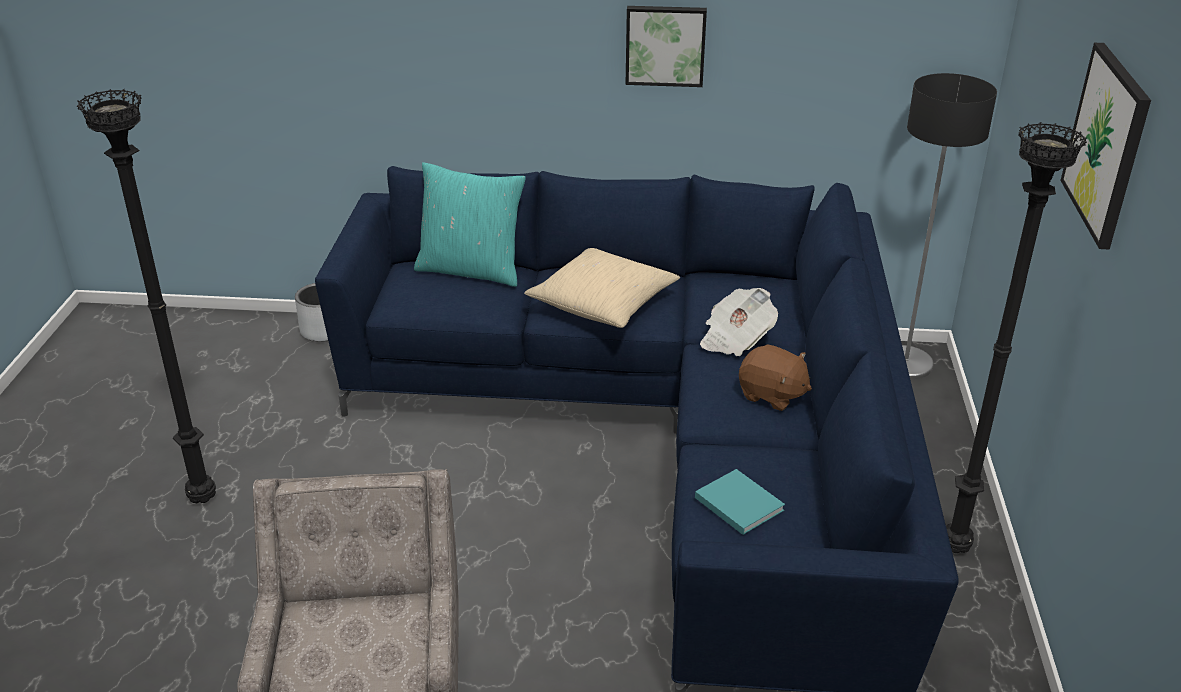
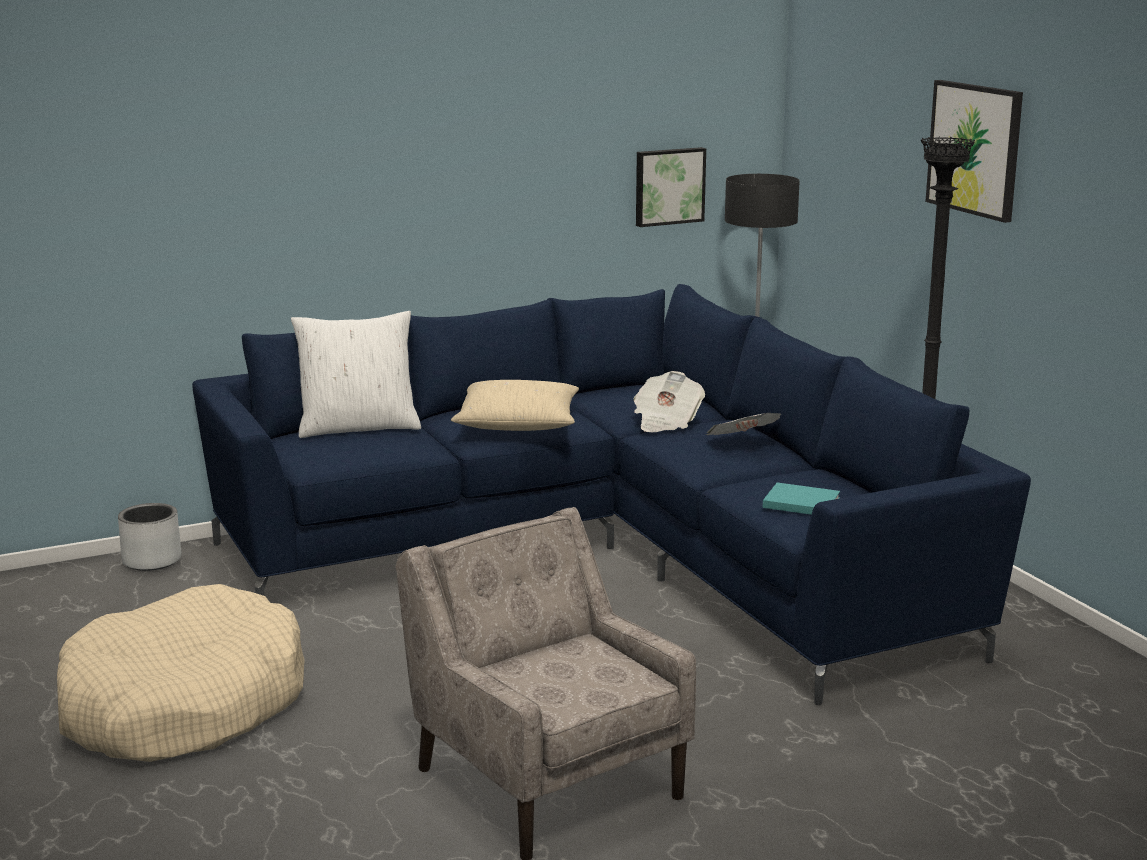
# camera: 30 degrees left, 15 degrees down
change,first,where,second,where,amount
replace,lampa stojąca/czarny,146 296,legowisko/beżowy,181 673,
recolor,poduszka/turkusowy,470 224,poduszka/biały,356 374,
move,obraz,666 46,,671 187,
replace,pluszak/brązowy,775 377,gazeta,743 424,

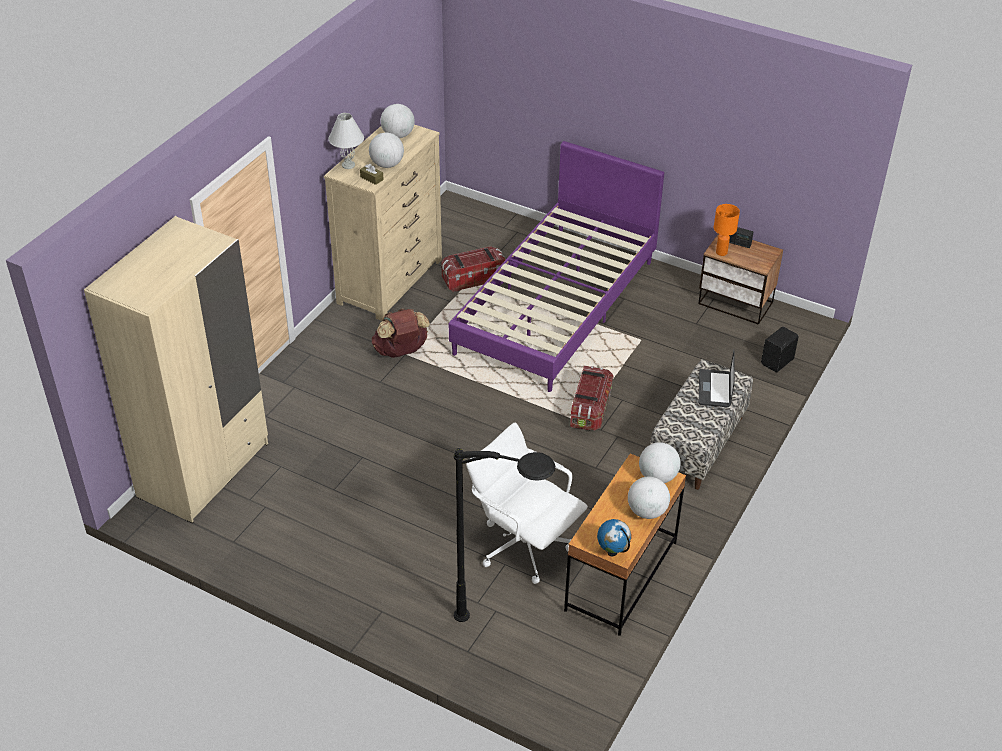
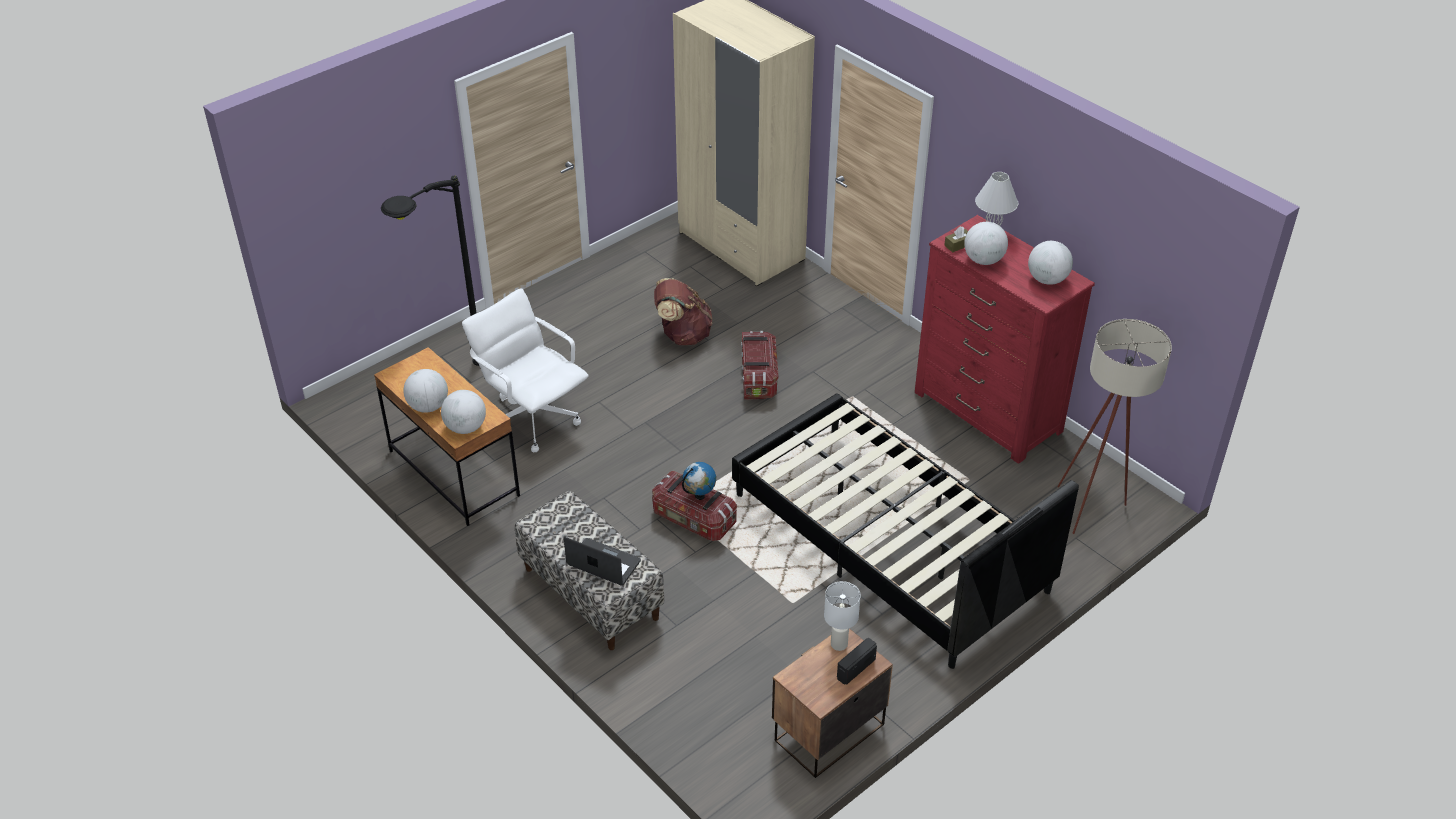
# camera: 110 degrees right, 0 degrees up
change,first,where,second,where,amount
recolor,komoda/beżowy,383 223,komoda/czerwony,1005 339,
move,plecak/brązowy,401 333,,683 311,
move,pojemnik do przechowywania,473 269,,759 365,
recolor,łóżko/fioletowy,556 266,łóżko/czarny,905 531,
rotate,krzesło biurowe/biały,527 503,,525 370,105 degrees counterclockwise
move,globus,614 537,,699 481,
recolor,lampa stołowa/pomarańczowy,727 230,lampa stołowa/biały,842 616,
delete,głośnik/czarny,780 349,,,
insert,,,lampa stojąca/beżowy,1114 426,

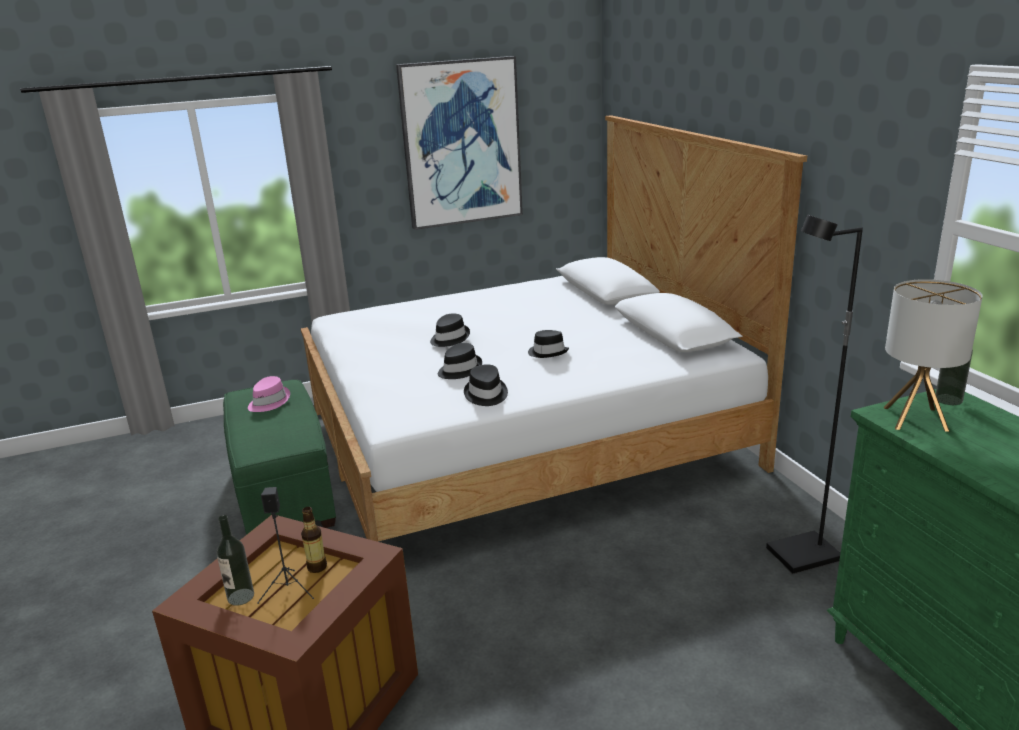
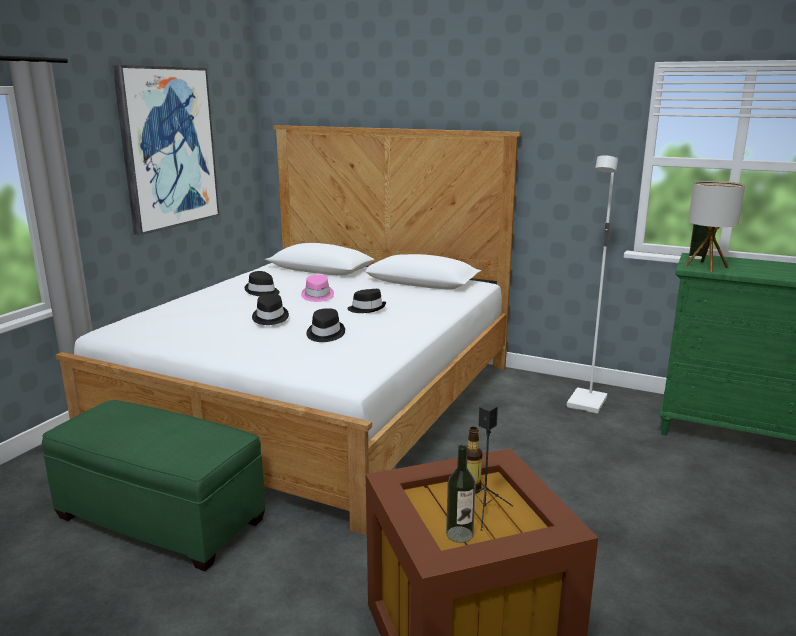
# camera: 45 degrees left, 5 degrees down
change,first,where,second,where,amount
move,kapelusz/różowy,269 394,,317 288,
move,kapelusz/czarny,486 385,,262 283,
recolor,lampa stojąca/czarny,814 394,lampa stojąca/biały,592 284,

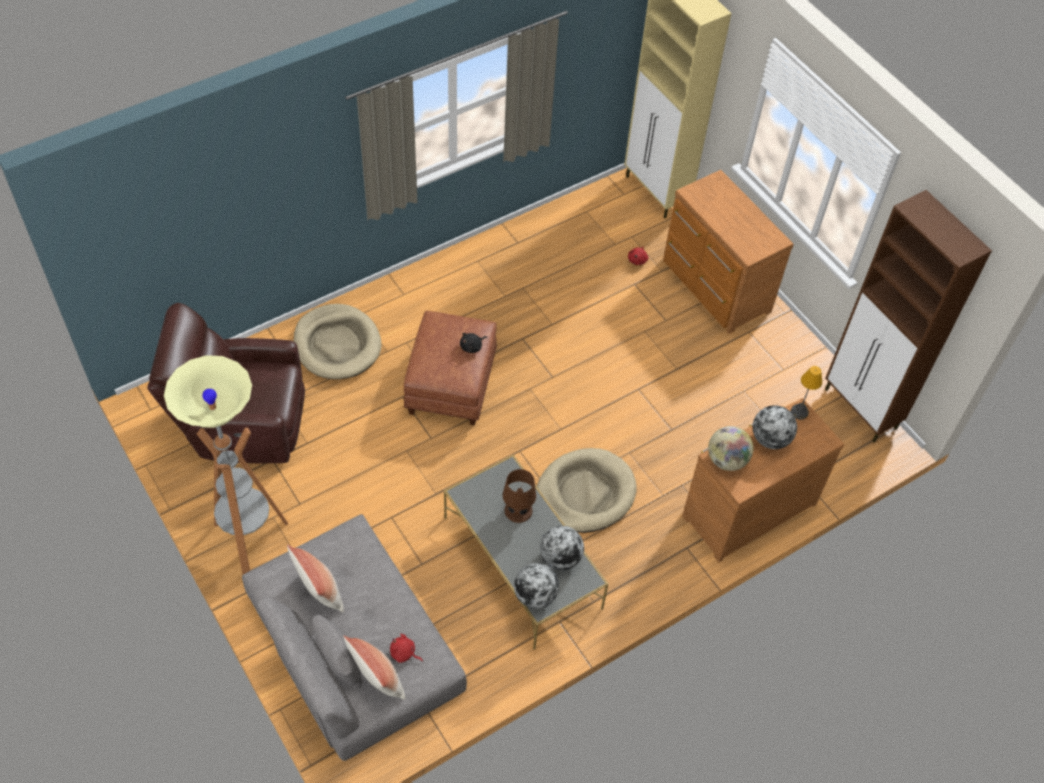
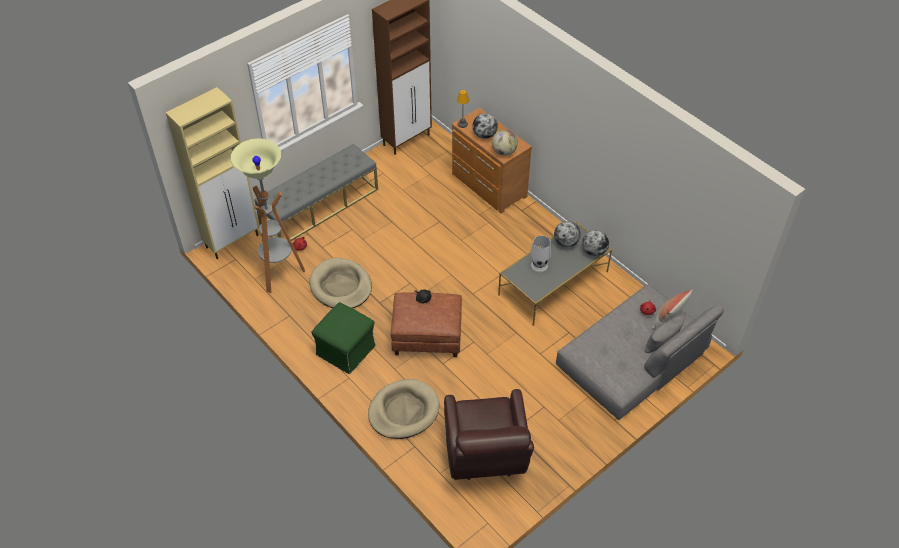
# camera: 95 degrees left, 5 degrees down
change,first,where,second,where,amount
move,lampa stojąca,226 465,,267 215,
delete,poduszka,315 578,,,
recolor,lampa stołowa/brązowy,519 496,lampa stołowa/biały,540 254,
move,legowisko/beżowy,586 490,,340 283,
replace,komoda/brązowy,728 252,ławka/szary,316 192,
insert,,,pufa/zielony,343 338,

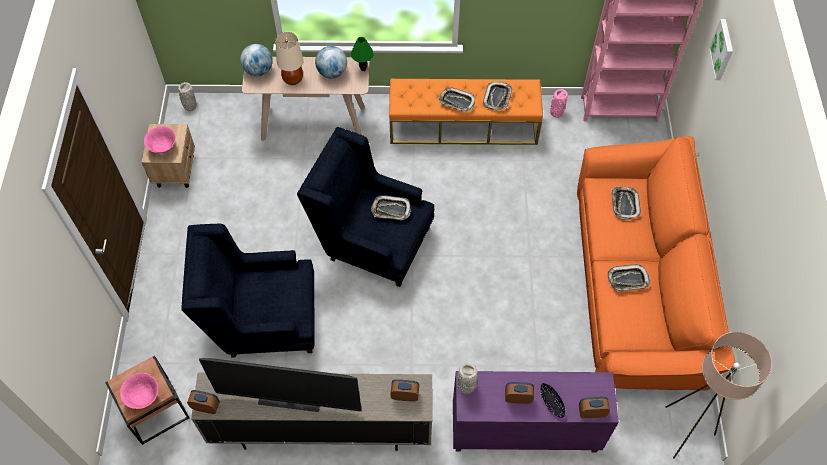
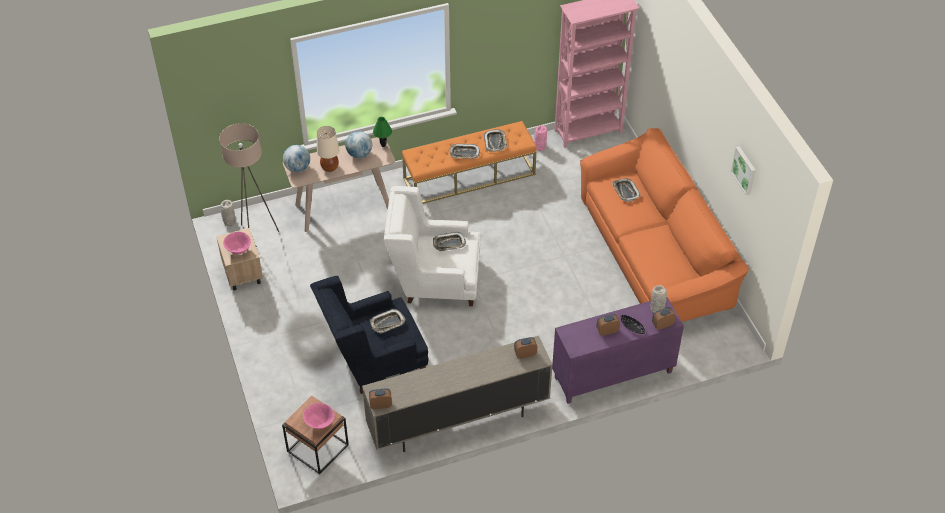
# camera: 20 degrees left, 10 degrees down
change,first,where,second,where,amount
delete,telewizor,280 385,,,
recolor,fotel/niebieski,365 207,fotel/biały,432 246,
move,wazon/szary,468 378,,658 299,
move,taca,629 278,,387 321,
move,lampa stojąca/beżowy,719 395,,249 177,
move,obraz,721 49,,743 171,

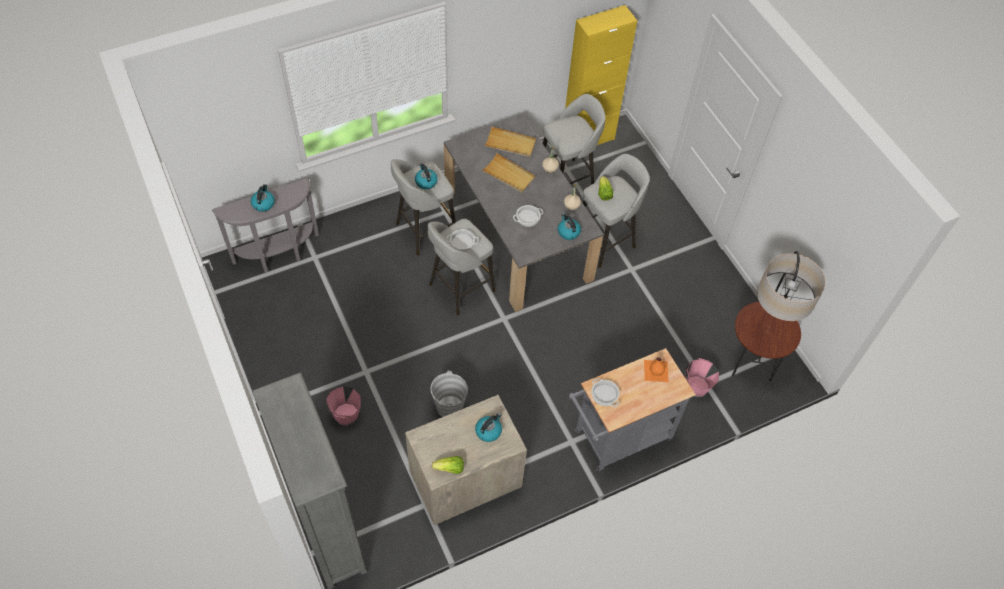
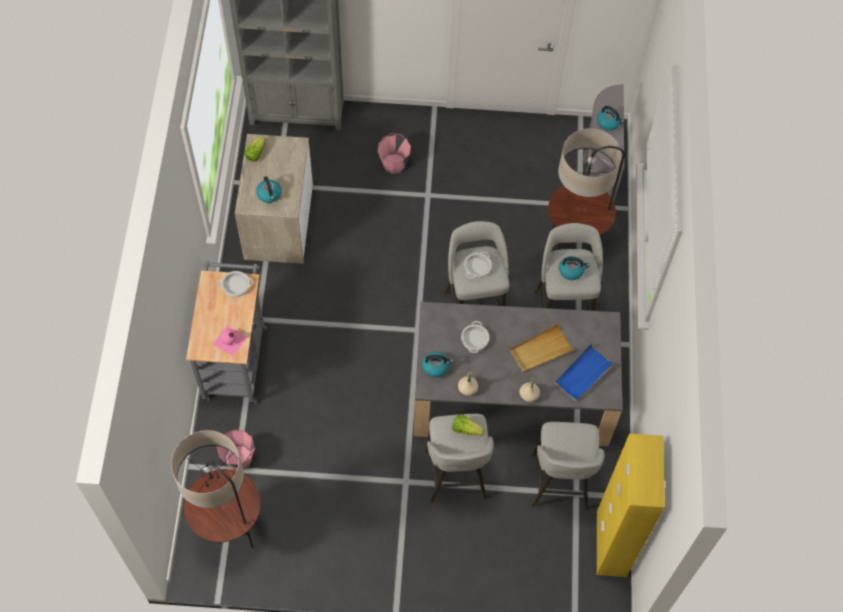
# camera: 120 degrees right, 5 degrees up
change,first,where,second,where,amount
delete,wiadro/szary,449 394,,,
recolor,taca/beżowy,510 141,taca/niebieski,585 372,
recolor,butelka/pomarańczowy,656 370,butelka/różowy,230 341,
insert,,,lampa stojąca,586 189,

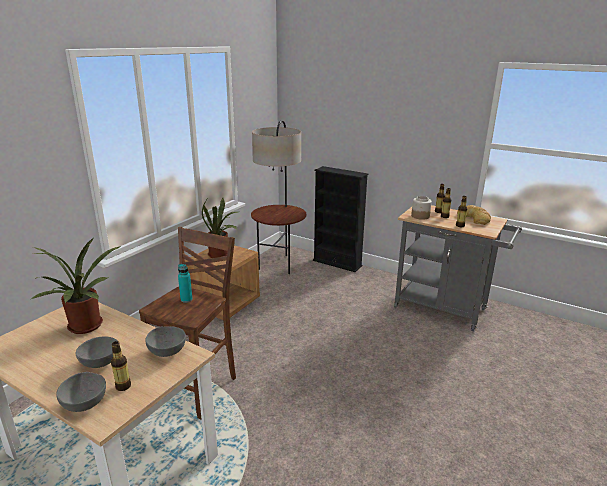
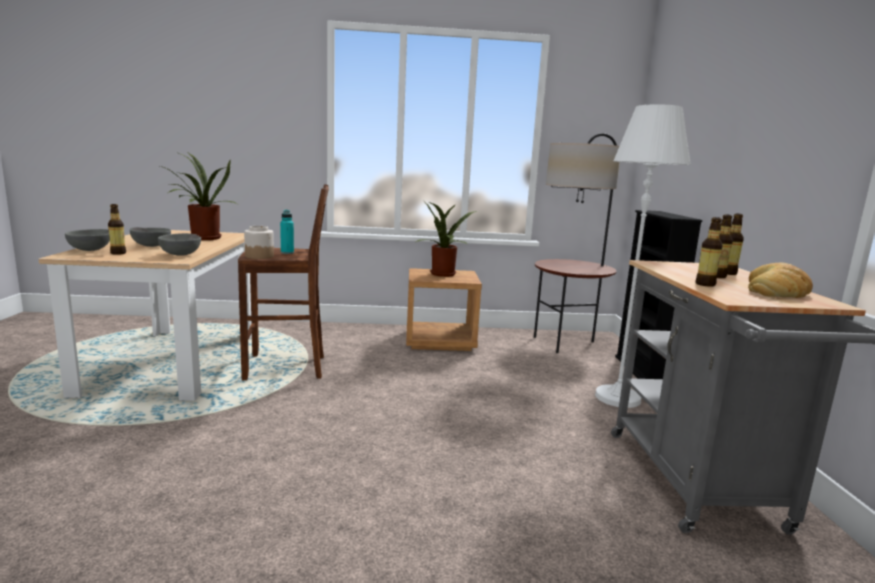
# camera: 55 degrees right, 10 degrees down
change,first,where,second,where,amount
move,słoik,421 208,,259 242,
insert,,,lampa stojąca/biały,643 256,

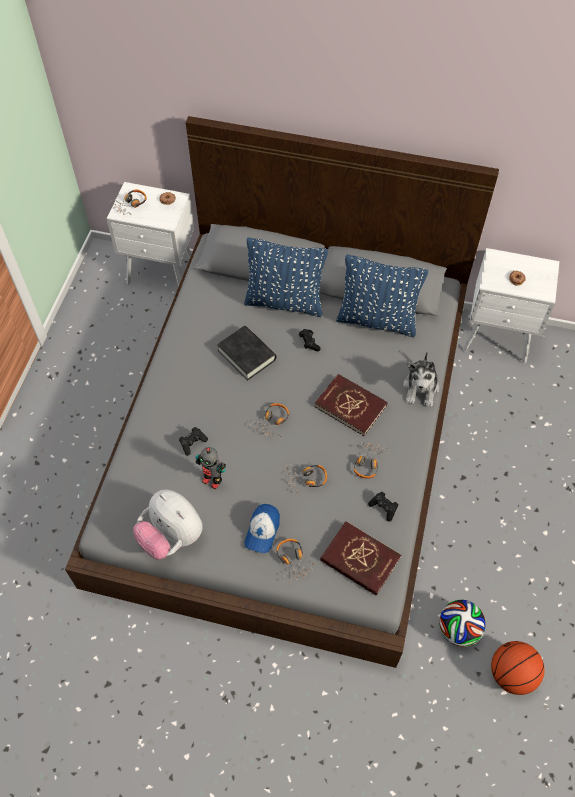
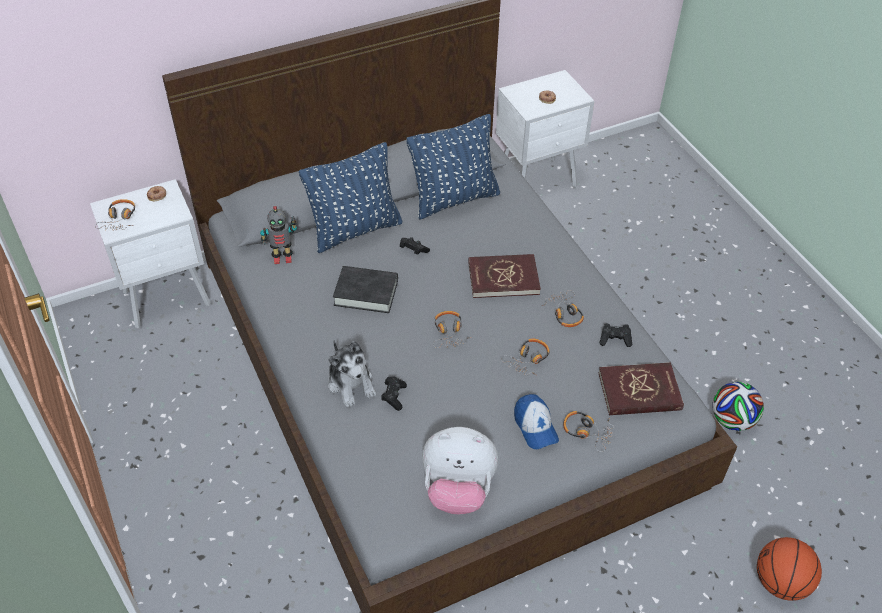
# camera: 40 degrees left, 10 degrees down
change,first,where,second,where,amount
move,robot zabawkowy,211 468,,278 235,
move,pluszak,421 379,,352 374,
move,piłka do koszykówki,517 668,,789 569,

